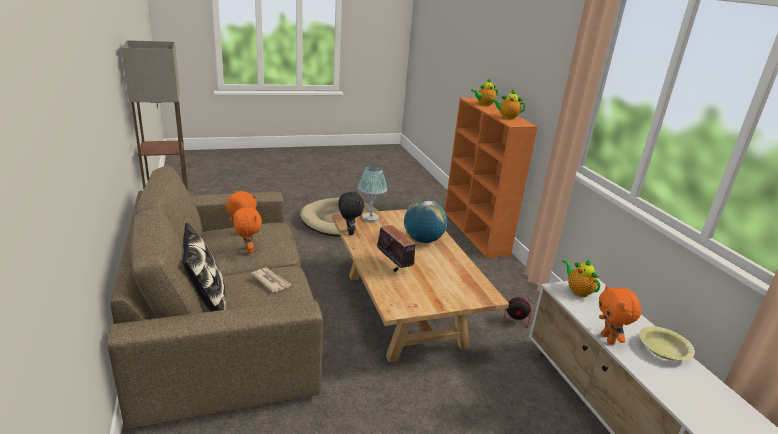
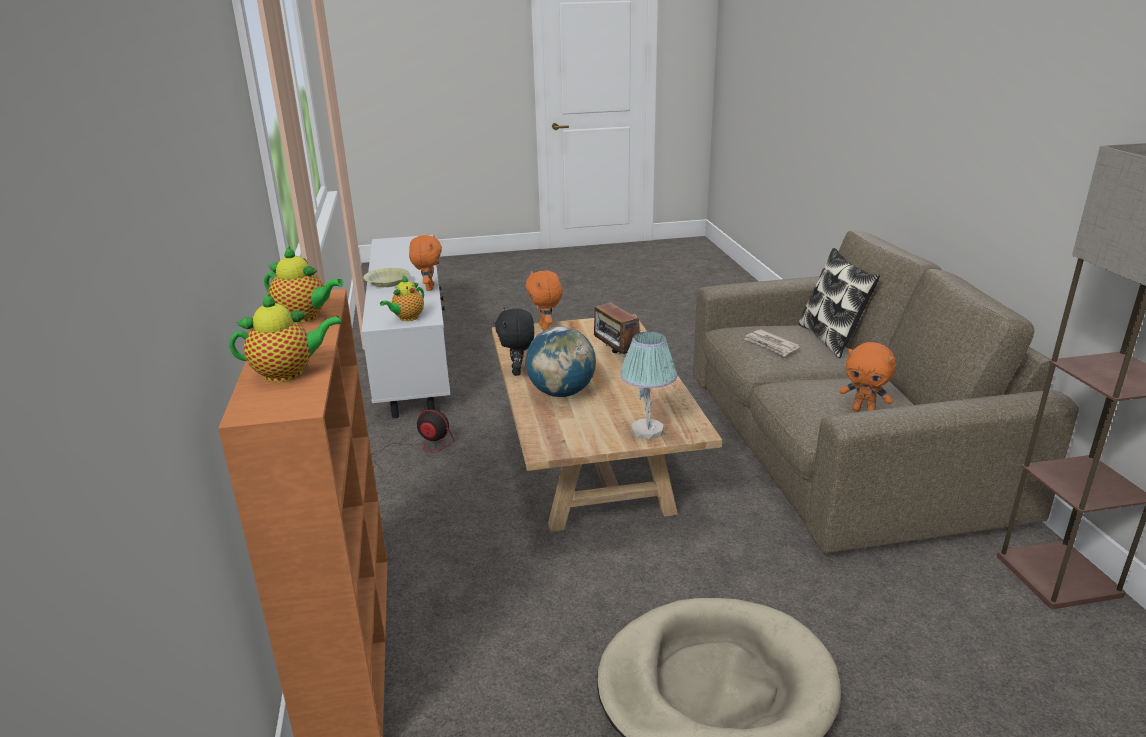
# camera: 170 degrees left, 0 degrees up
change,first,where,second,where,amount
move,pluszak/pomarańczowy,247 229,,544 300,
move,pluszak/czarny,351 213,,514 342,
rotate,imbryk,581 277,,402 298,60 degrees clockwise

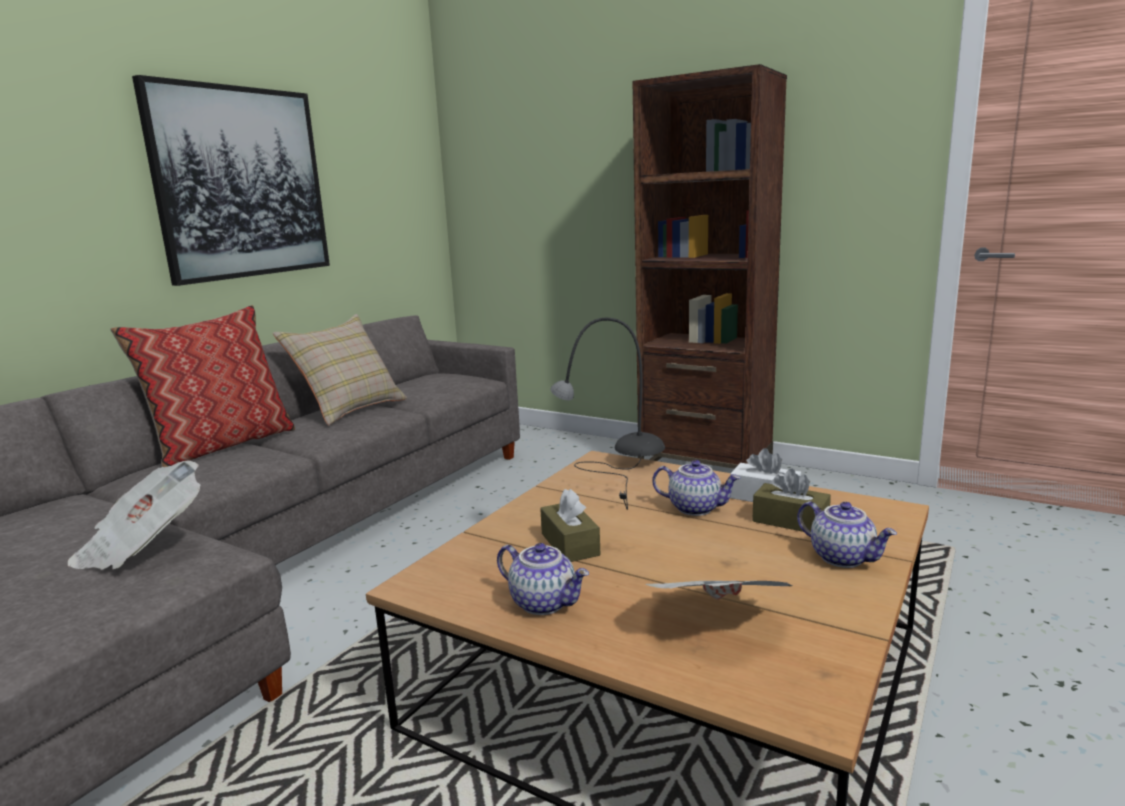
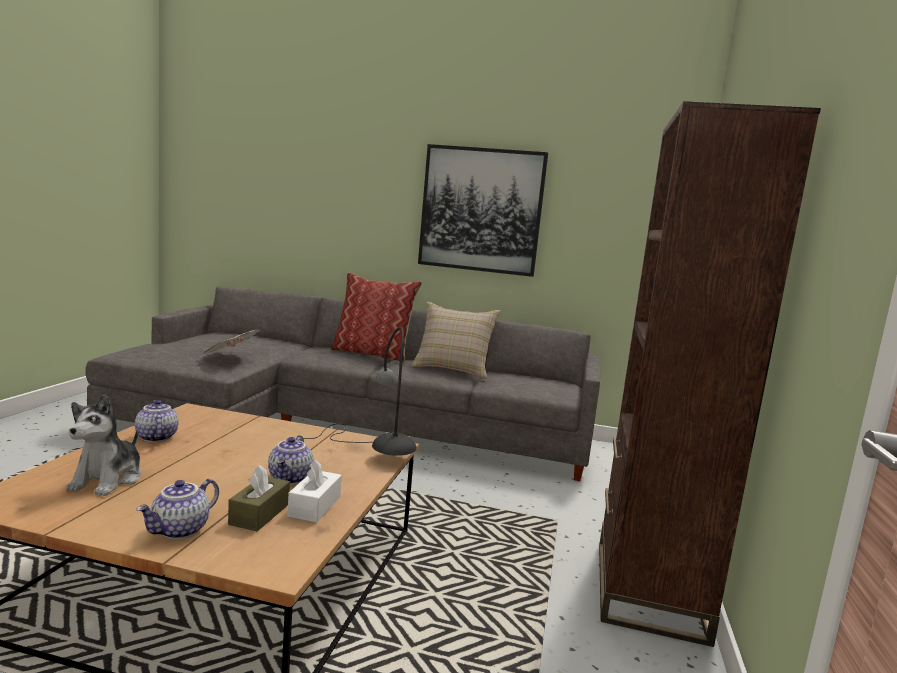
# camera: 70 degrees right, 5 degrees down
change,first,where,second,where,amount
rotate,imbryk,543 579,,157 421,135 degrees clockwise
delete,pudełko chusteczek/brązowy,570 525,,,
replace,gazeta,719 590,pluszak,103 445,

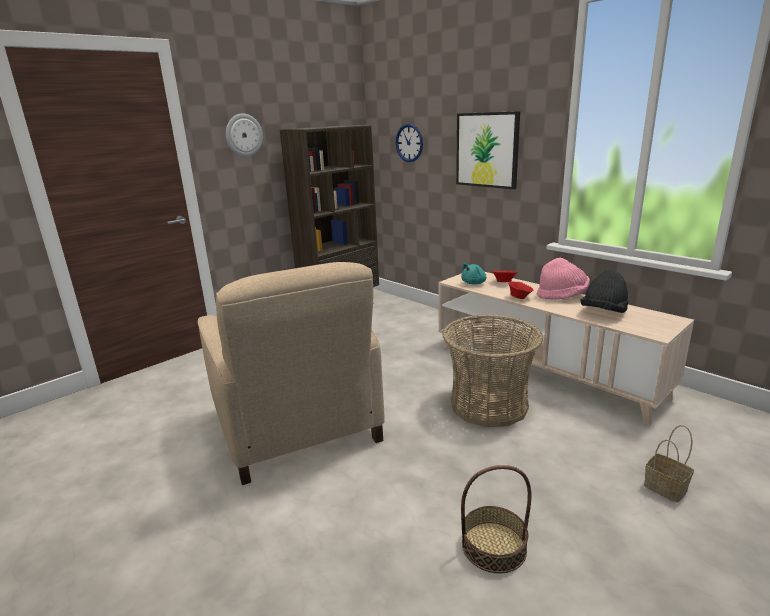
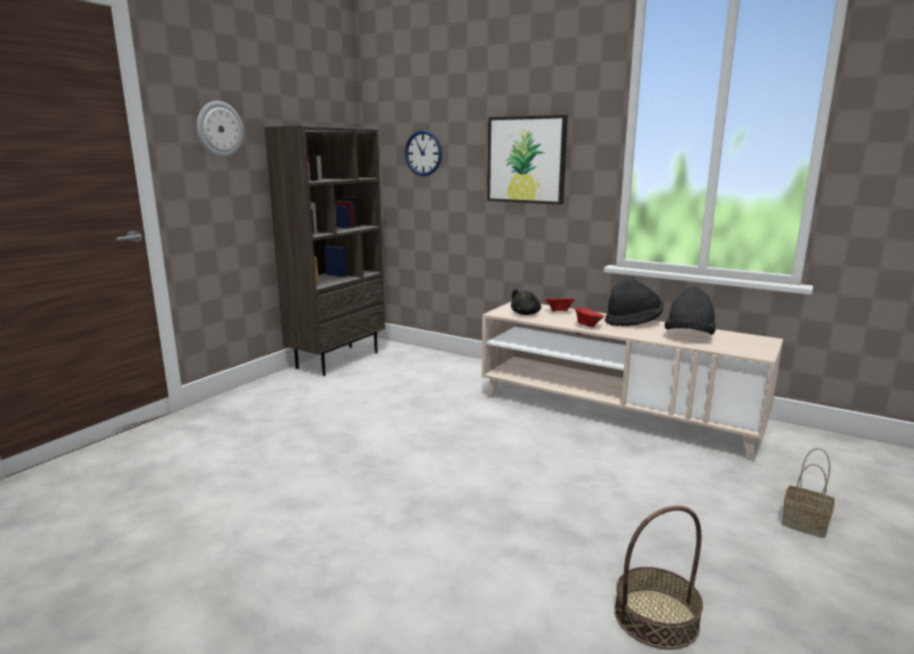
# camera: 15 degrees left, 5 degrees down
change,first,where,second,where,amount
delete,fotel/beżowy,291 373,,,
delete,koszyk,492 370,,,
recolor,pluszak/turkusowy,473 274,pluszak/czarny,526 302,
recolor,kapelusz/różowy,563 279,kapelusz/czarny,634 302,

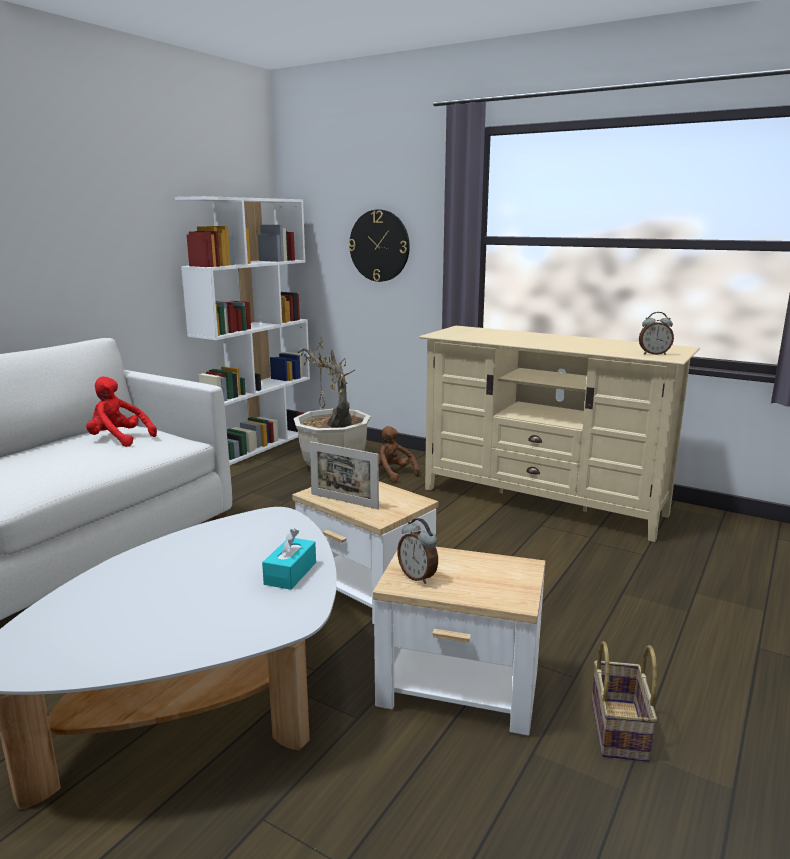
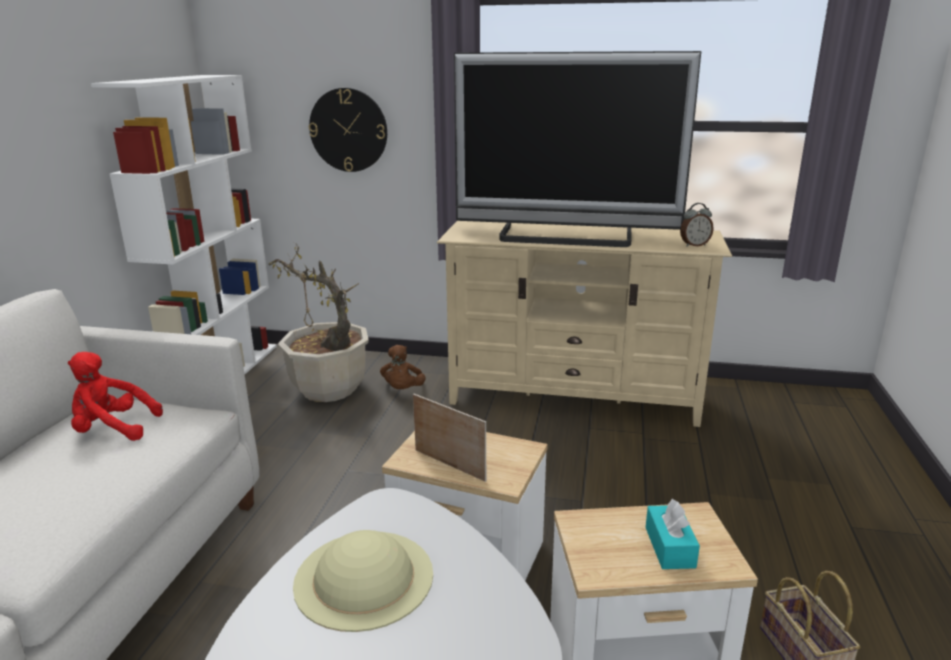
# camera: 20 degrees left, 5 degrees up
change,first,where,second,where,amount
move,pudełko chusteczek/turkusowy,289 559,,672 534,
rotate,ramka na zdjęcie,344 475,,449 438,150 degrees counterclockwise
rotate,pluszak/brązowy,399 454,,403 367,120 degrees counterclockwise
delete,budzik,417 551,,,
insert,,,kapelusz/beżowy,363 581,
insert,,,telewizor,577 149,

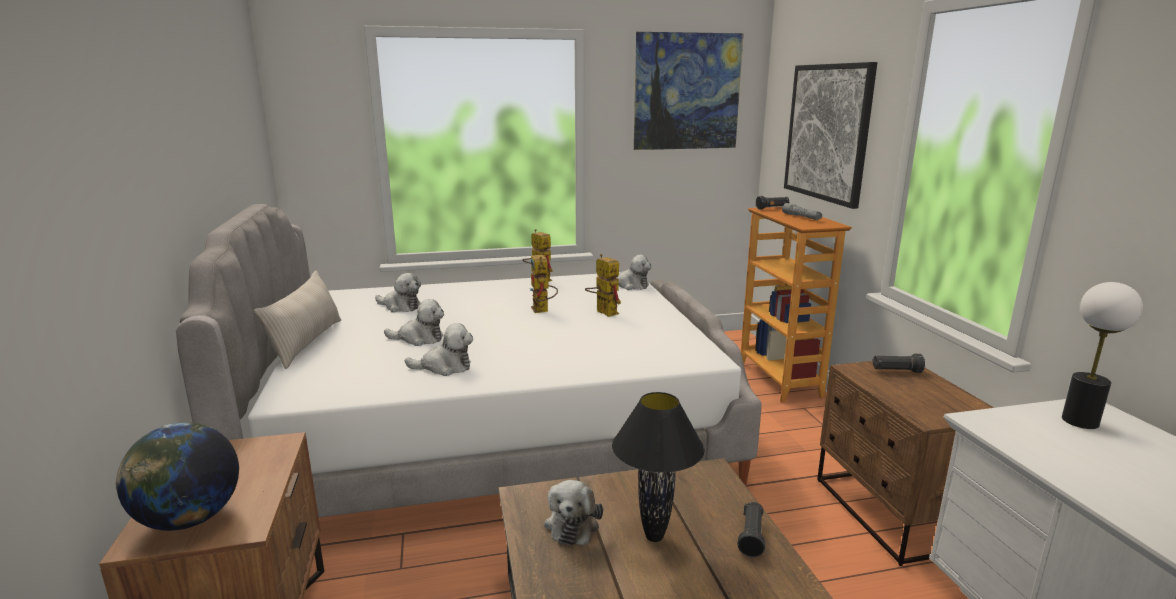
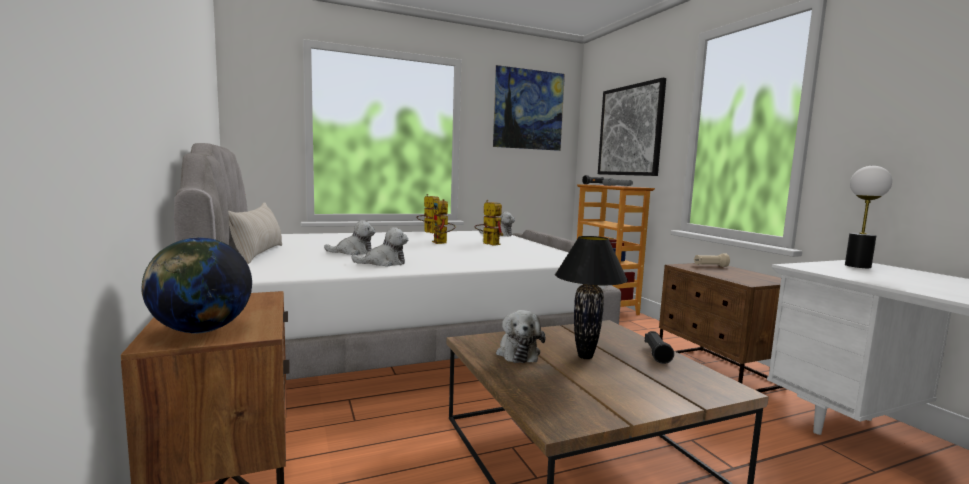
# camera: 10 degrees left, 10 degrees down
change,first,where,second,where,amount
delete,pluszak,398 292,,,
recolor,latarka/czarny,898 363,latarka/beżowy,712 260,

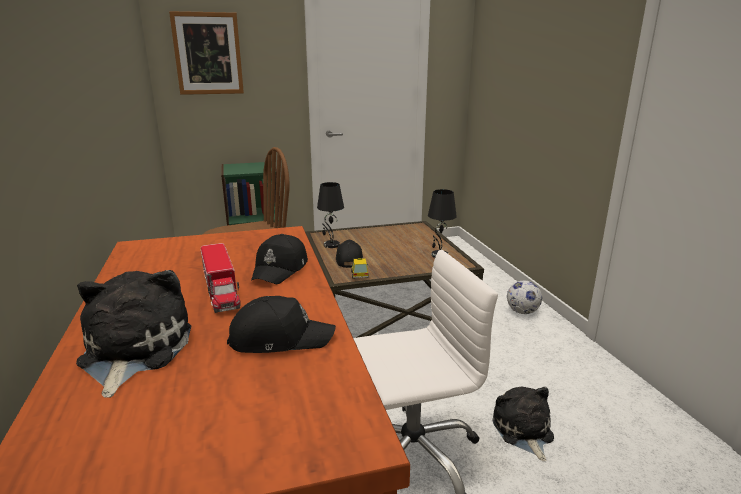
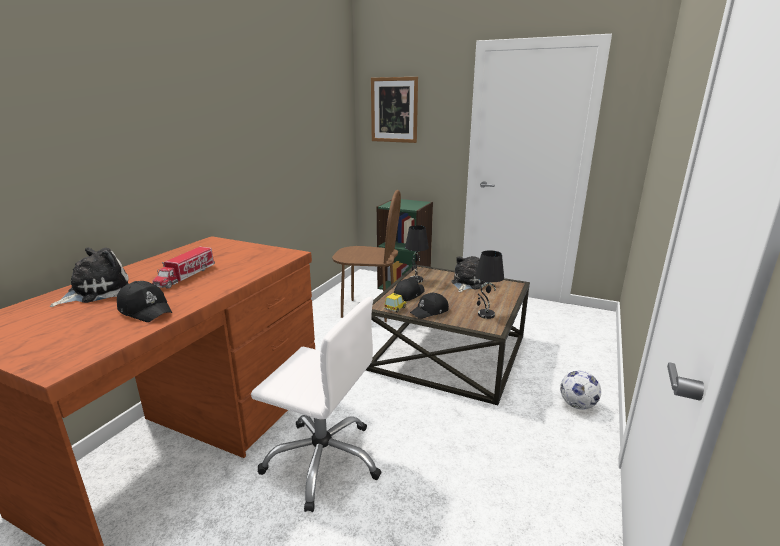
# camera: 40 degrees right, 0 degrees up
change,first,where,second,where,amount
move,czapka z daszkiem/czarny,279 259,,429 306,
move,pluszak,523 424,,469 274,

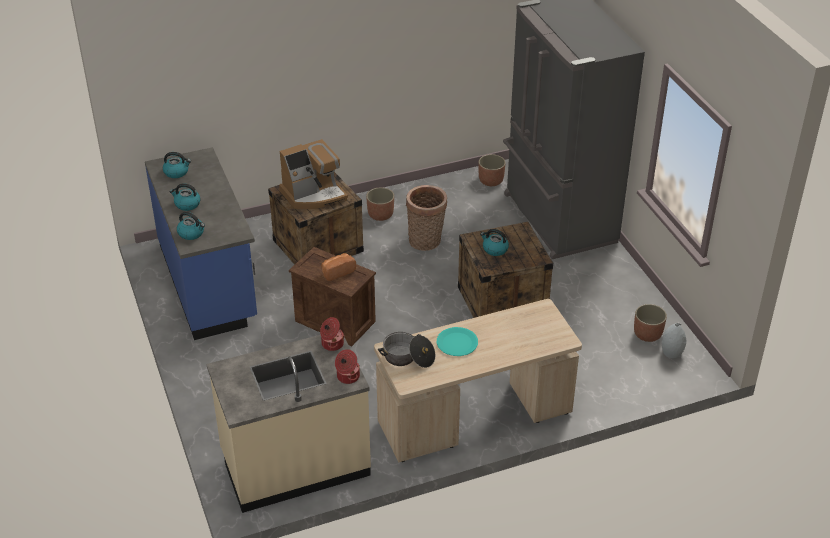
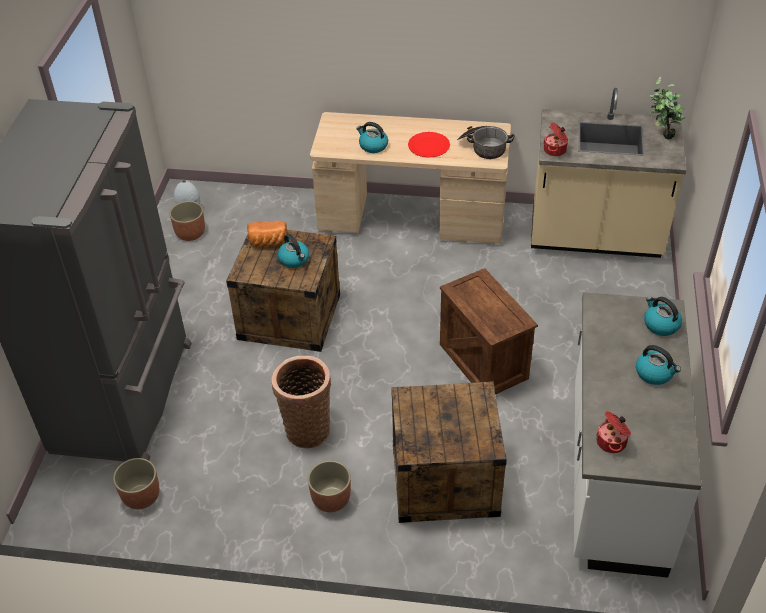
# camera: 150 degrees left, 5 degrees up
change,first,where,second,where,amount
recolor,zabudowa kuchenna/niebieski,201 243,zabudowa kuchenna/biały,638 435,
move,czajnik,177 165,,372 137,
delete,ekspres do kawy,313 174,,,
move,chleb,338 267,,267 234,
move,garnek,347 366,,614 432,
recolor,talerz/turkusowy,457 341,talerz/czerwony,429 144,
insert,,,roślina doniczkowa,667 108,

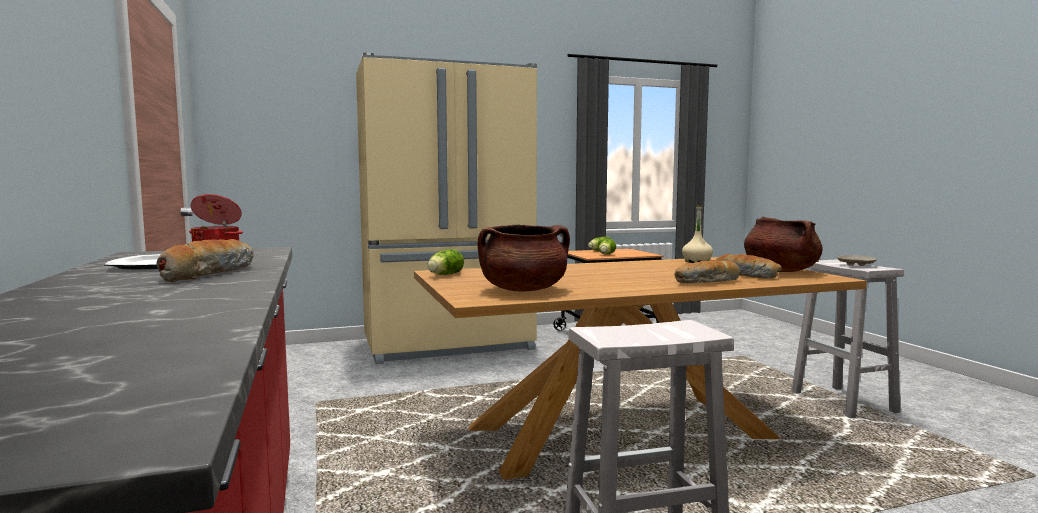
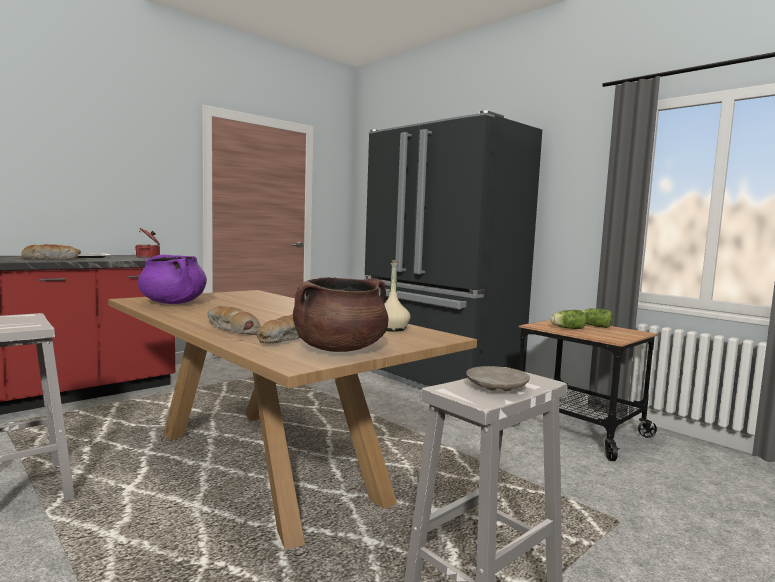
# camera: 65 degrees right, 0 degrees up
change,first,where,second,where,amount
recolor,lodówka/beżowy,446 208,lodówka/czarny,453 249,
delete,sałata,445 262,,,
recolor,garnek/brązowy,524 257,garnek/fioletowy,172 279,

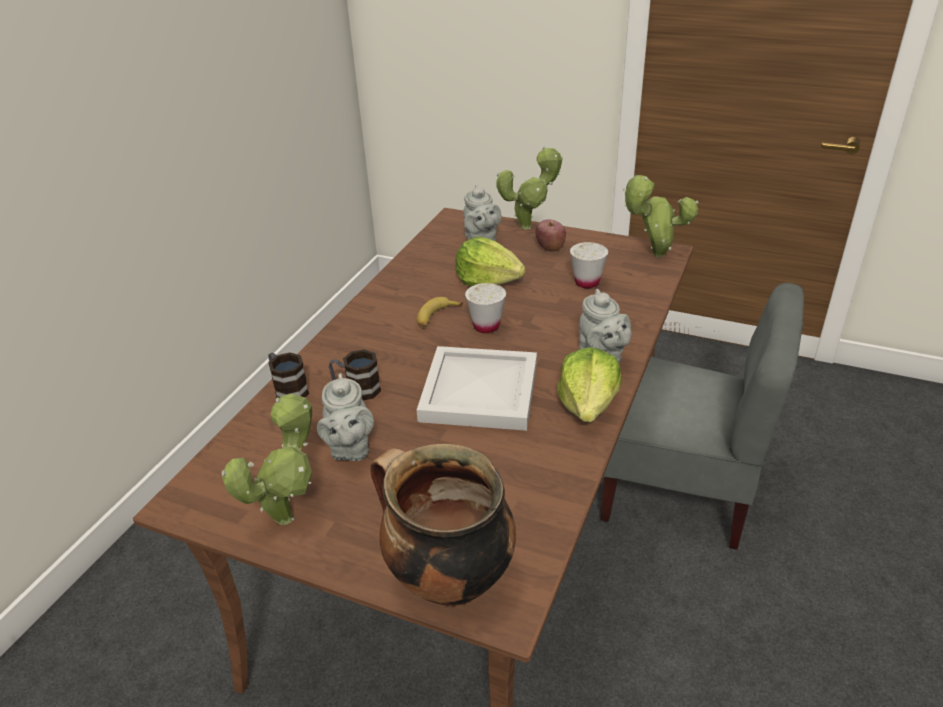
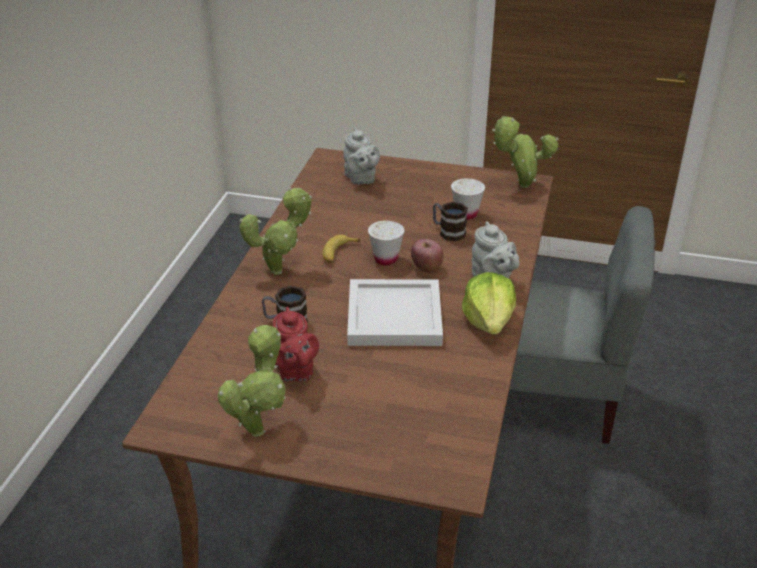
# camera: 10 degrees left, 0 degrees up
change,first,where,second,where,amount
move,kubek,288 375,,450 221,
recolor,imbryk/szary,345 417,imbryk/czerwony,295 344,
delete,garnek,443 525,,,
delete,sałata,491 261,,,
move,roślina doniczkowa,529 188,,275 230,
move,jabłko,550 236,,427 256,

